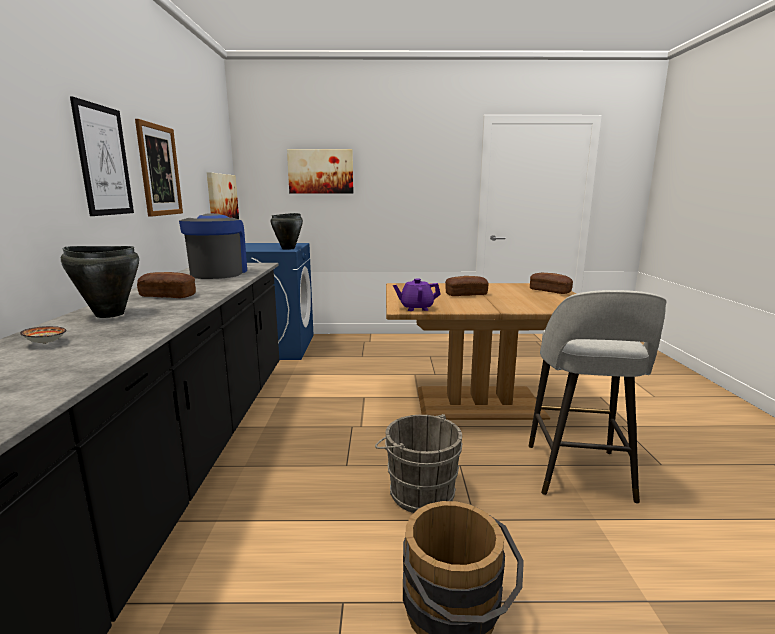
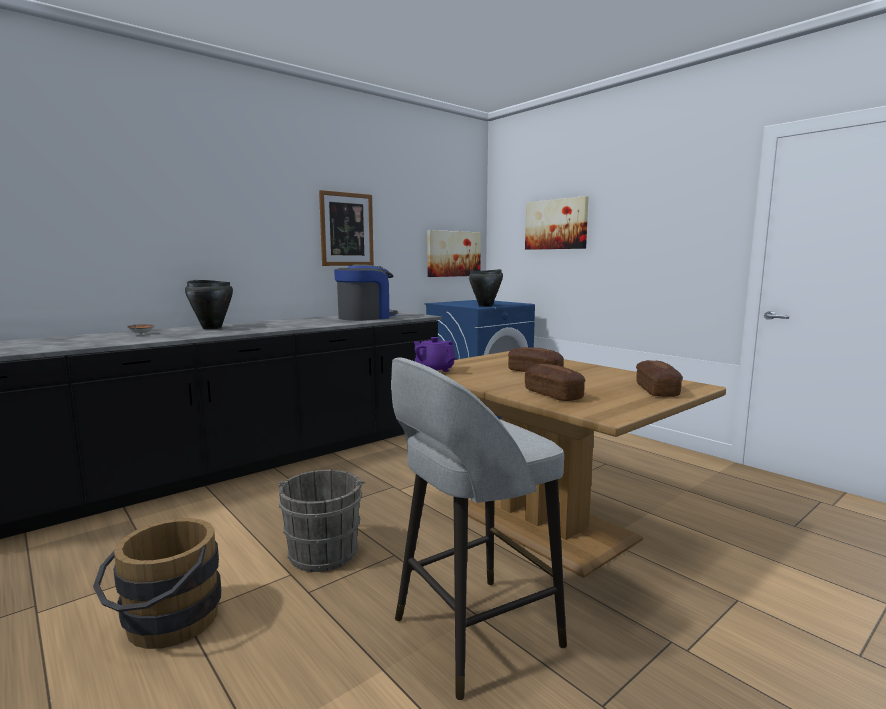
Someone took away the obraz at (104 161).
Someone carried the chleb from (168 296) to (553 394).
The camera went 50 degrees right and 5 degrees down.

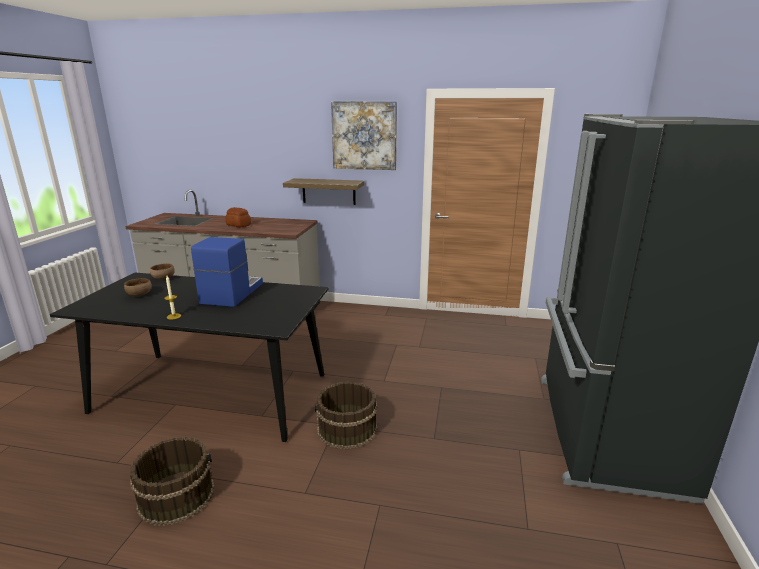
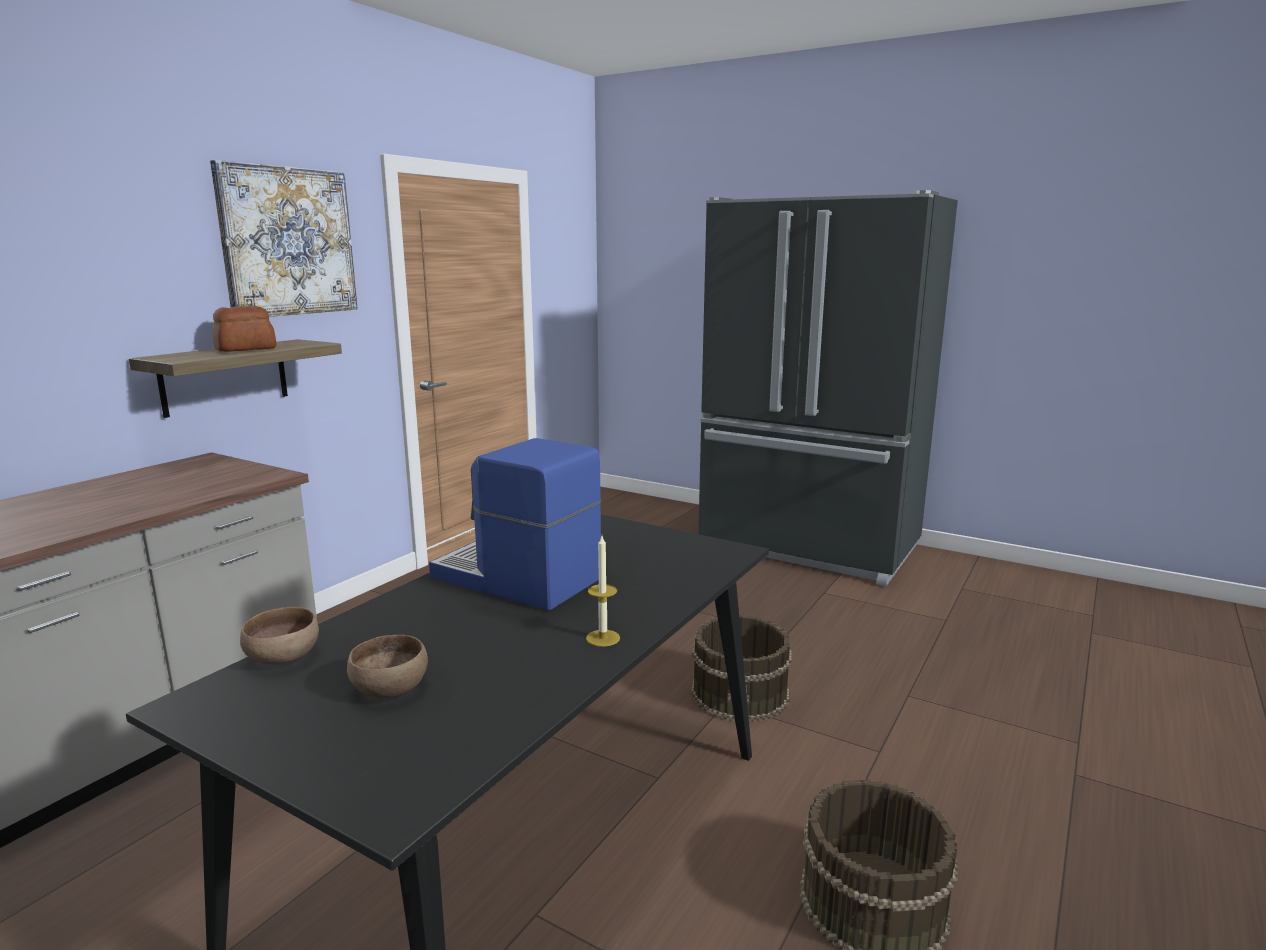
Someone carried the chleb from (238 225) to (245 349).
The camera went 70 degrees left and 5 degrees down.

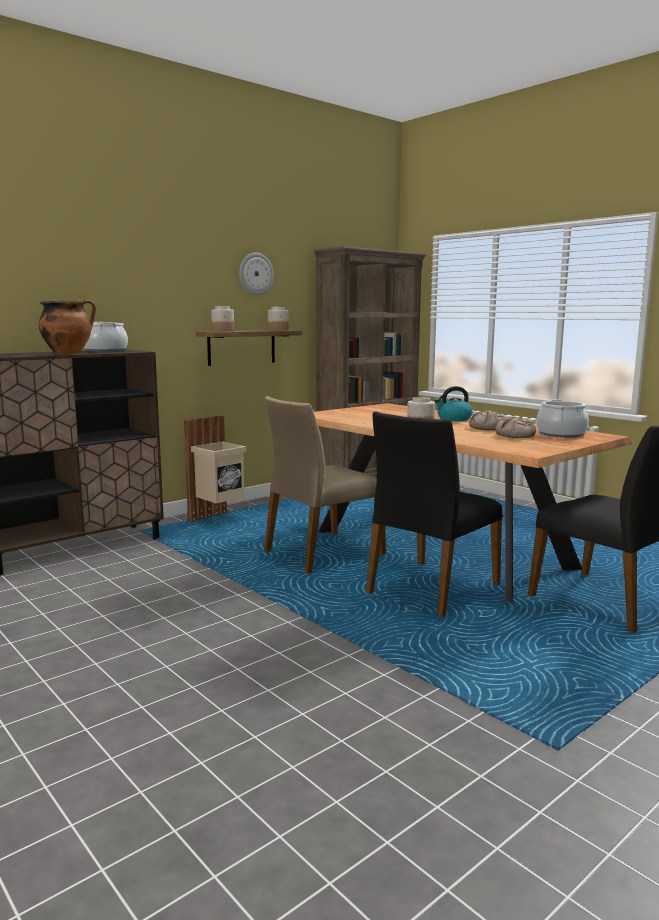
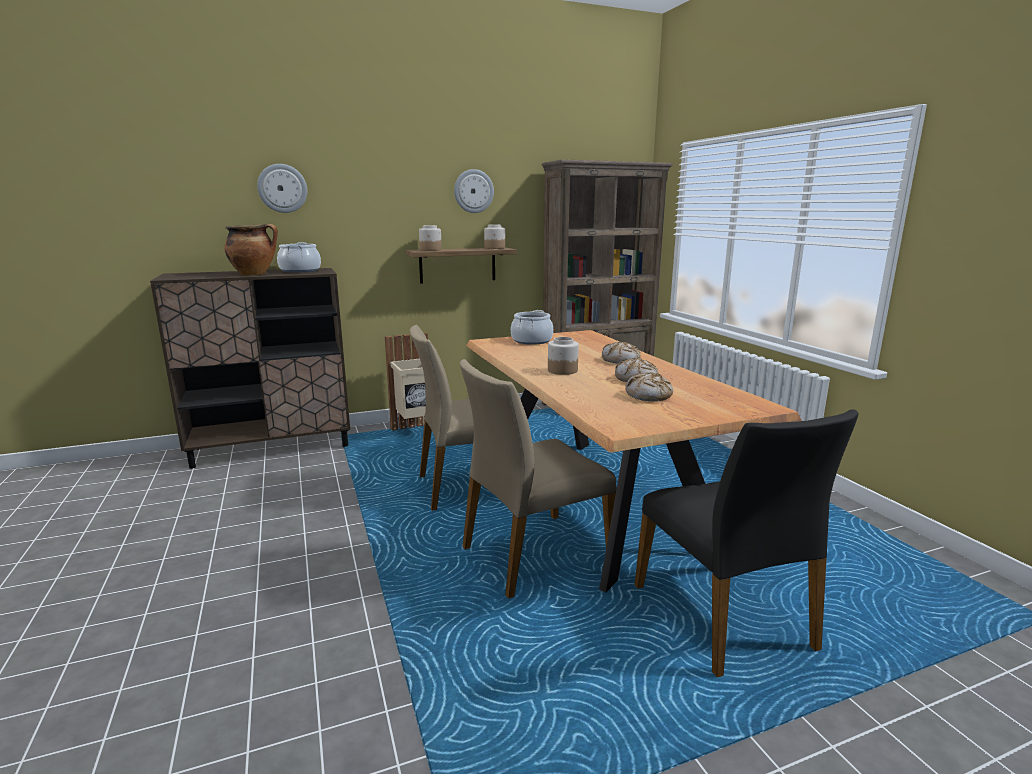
Someone repainted the krzesło (czarny) at (430 589), which became the krzesło (beżowy) at (534 555).
Someone swapped the czajnik at (453 419) for the chleb at (621 360).
Someone carried the garnek from (561 434) to (531 341).
Someone put up the zegar ścienny at (282 188).
The camera went 20 degrees right and 5 degrees up.

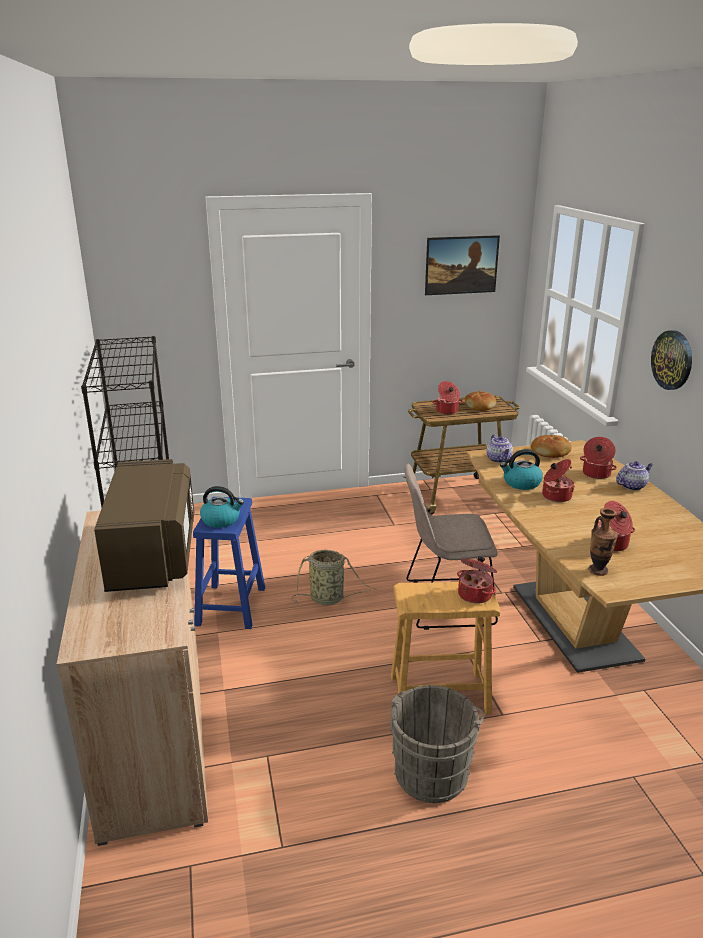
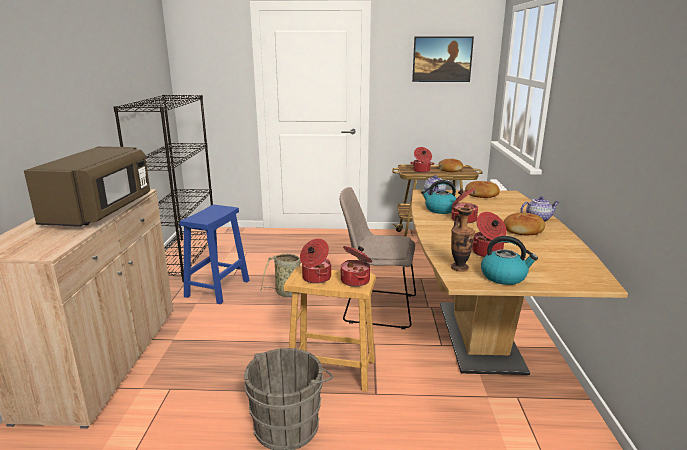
Someone carried the czajnik from (221 520) to (504 276).
Someone carried the garnek from (595 474) to (315 278).
Someone took away the zegar ścienny at (672 360).
Someone put down the chleb at (523 230).
The camera went 15 degrees right and 5 degrees down.

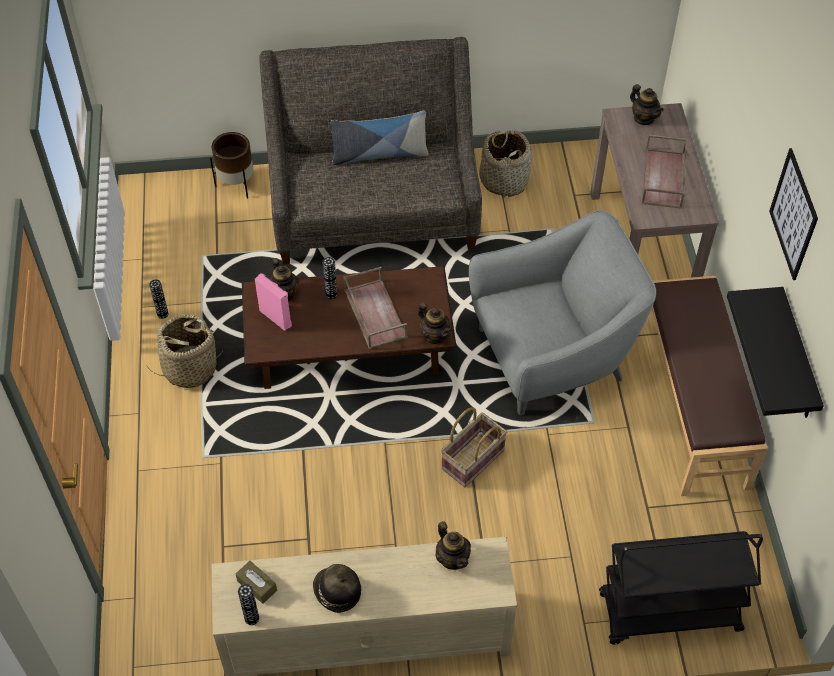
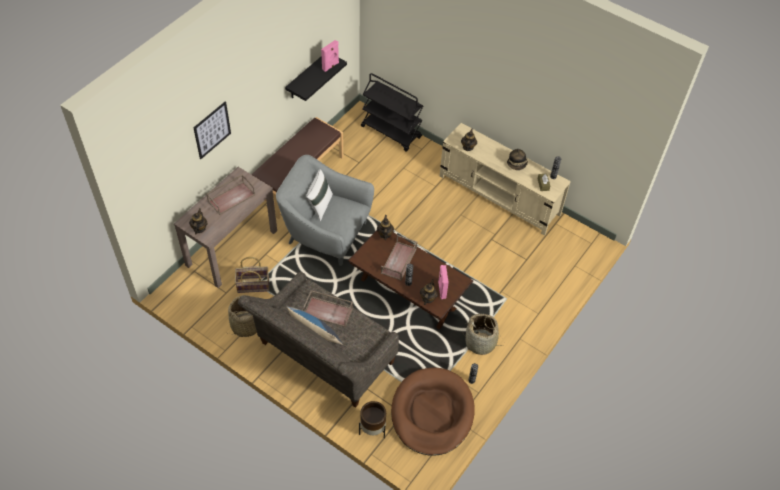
Someone carried the koszyk from (473 460) to (253 284).
Someone carried the obraz from (793 214) to (212 130).
Someone put down the taca (brązowy) at (328 311).
Someone put down the poduszka (biały) at (320 206).
Someone put down the głośnik (różowy) at (331 66).
Someone put down the legowisko (brązowy) at (432 413).
The camera went 140 degrees left and 0 degrees up.

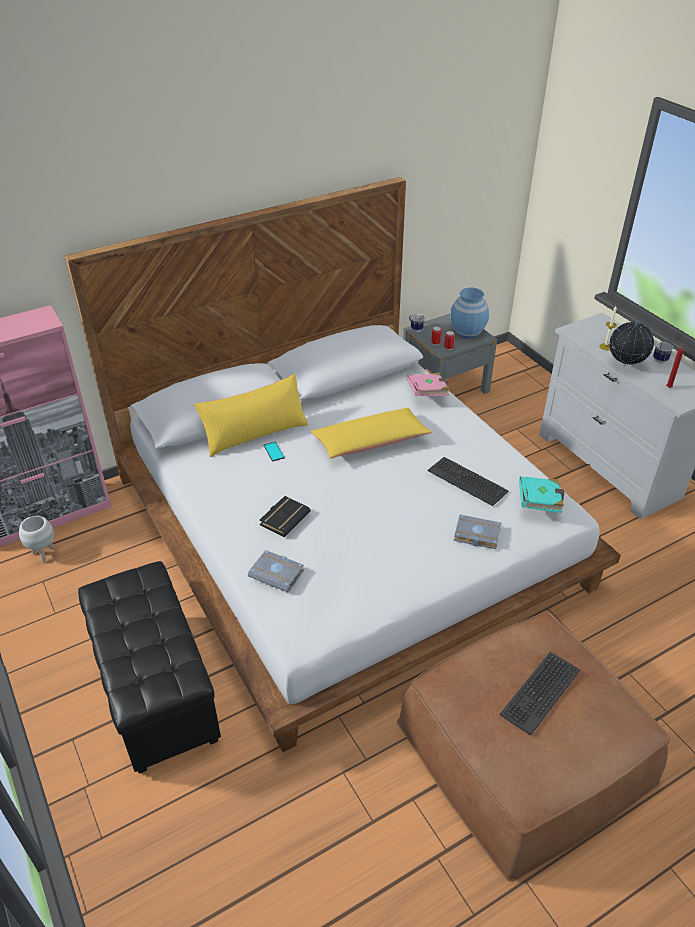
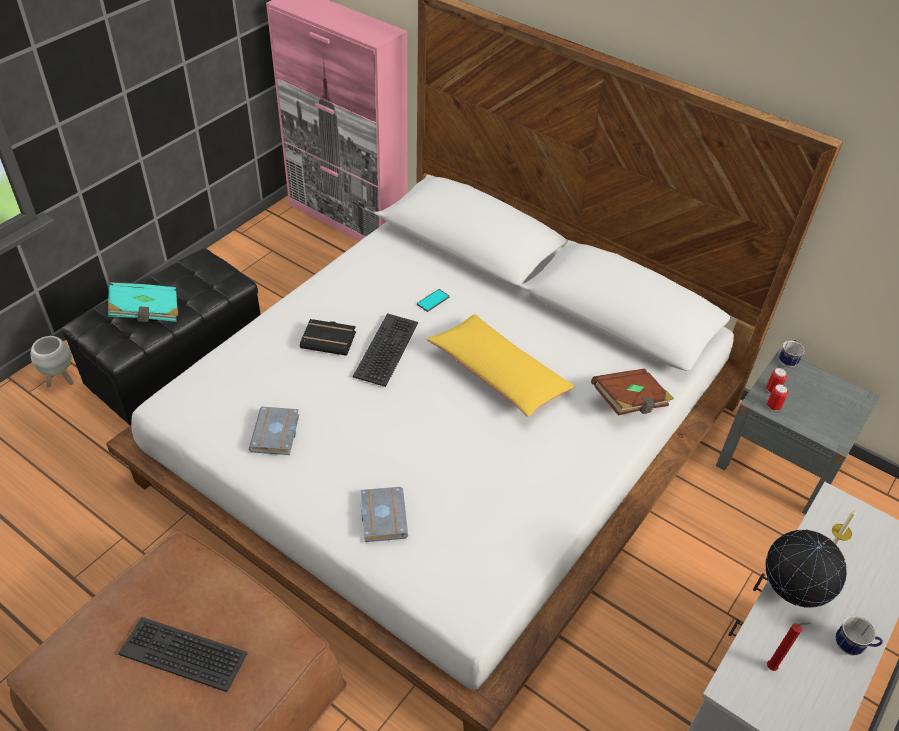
Someone carried the donica (biały) from (44 554) to (61 380).
Someone took away the poduszka (żółty) at (255 433).
Someone carried the książka (szary) from (278 573) to (277 435).
Someone repainted the książka (różowy) at (428 393), which became the książka (brązowy) at (630 402).
Someone carried the klawiatura from (467 481) to (387 350).
Someone took away the wazon (niebieski) at (467 331).
Someone carried the książka (turkusowy) from (539 503) to (146 312).
The camera went 65 degrees right and 5 degrees up.

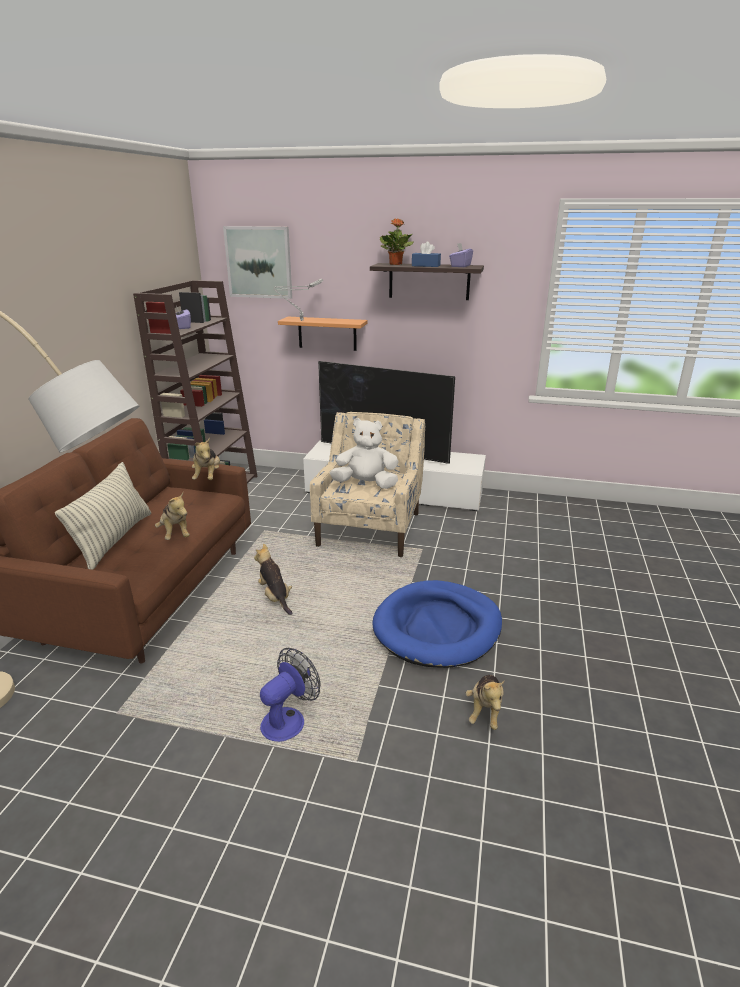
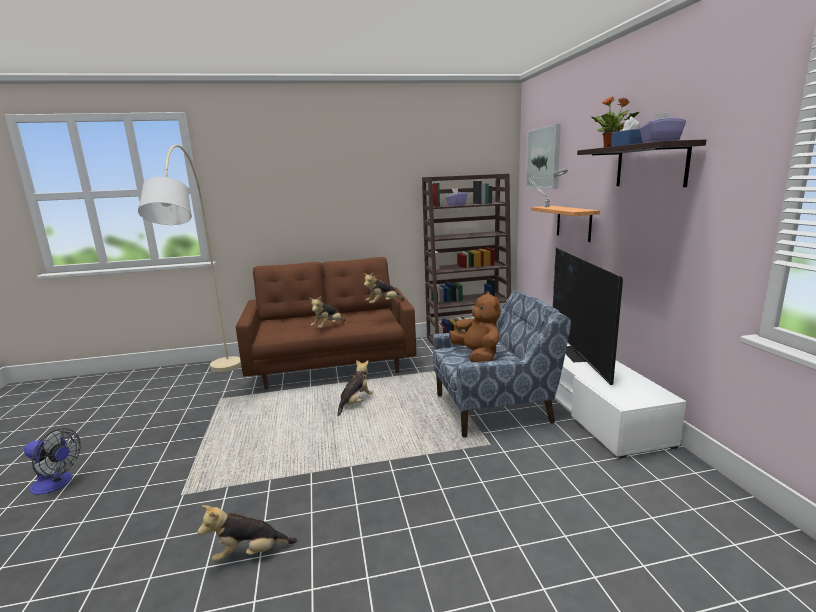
Someone took away the poduszka at (114 539).
Someone carried the wentylator from (288 719) to (57 484).
Someone repainted the fotel (beżowy) at (370 528), which became the fotel (niebieski) at (494 408).
Someone repainted the pluszak (biały) at (366 484), which became the pluszak (brązowy) at (477 357).
Someone took away the legowisko (niebieski) at (437 627).
The camera went 65 degrees right and 10 degrees down.

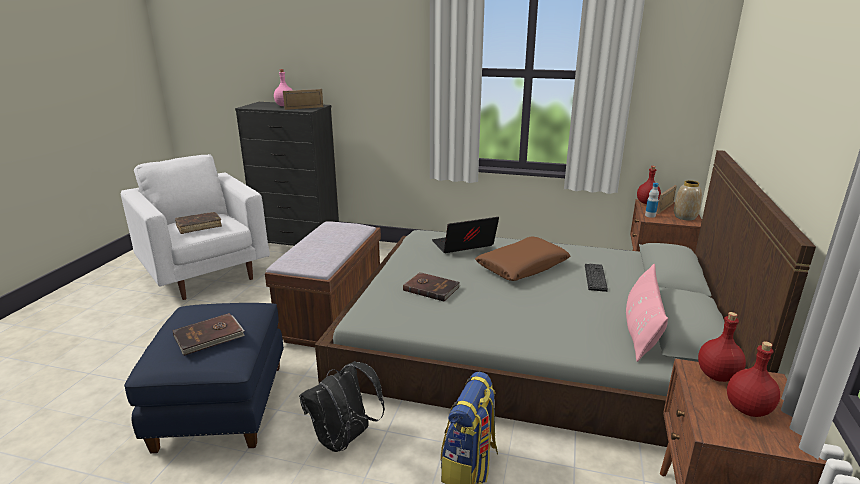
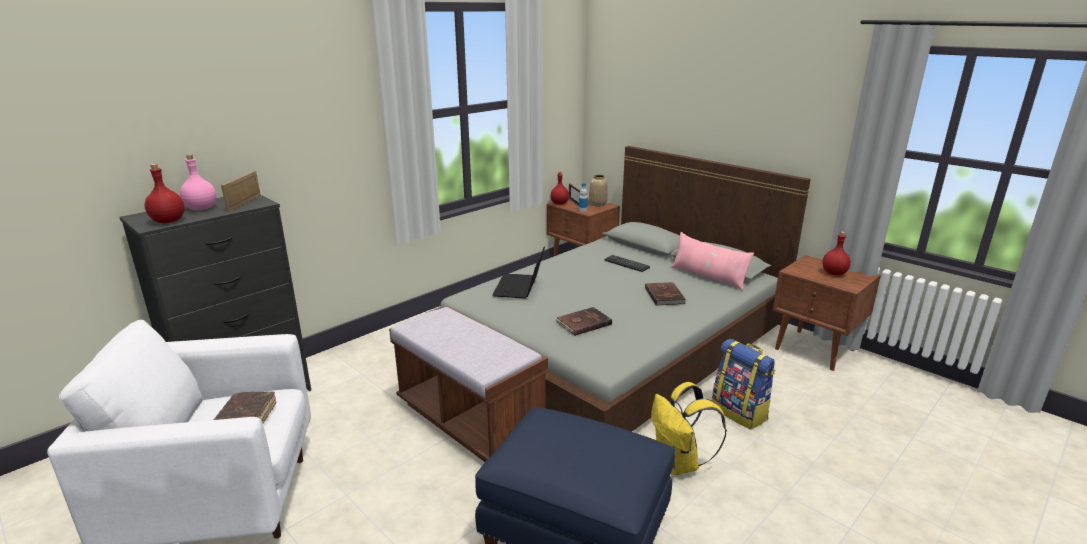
Someone carried the książka (brązowy) from (209 336) to (665 295).
Someone repainted the plecak (czarny) at (344 440), which became the plecak (żółty) at (679 463).
Someone took away the poduszka (brązowy) at (522 267).
Someone carried the butelka (czerwony) from (717 375) to (168 221).
The camera went 60 degrees left and 0 degrees up.

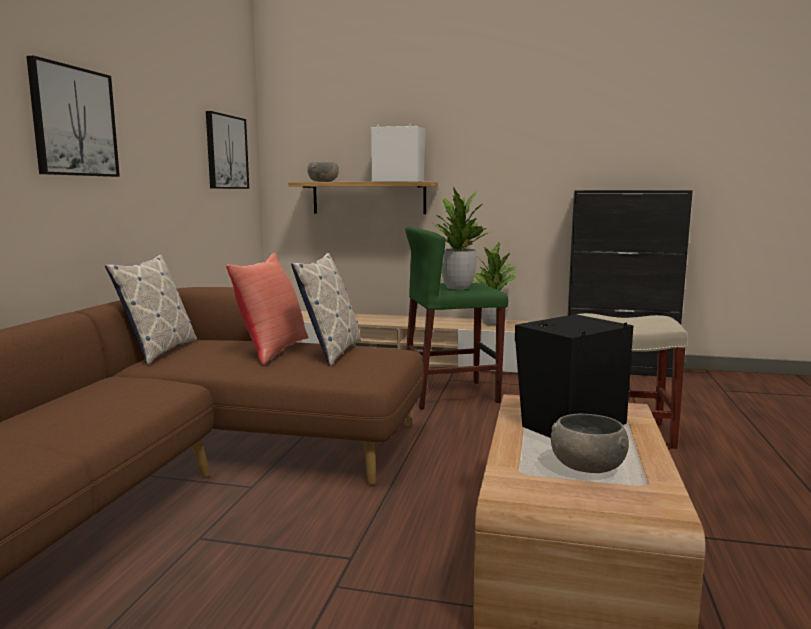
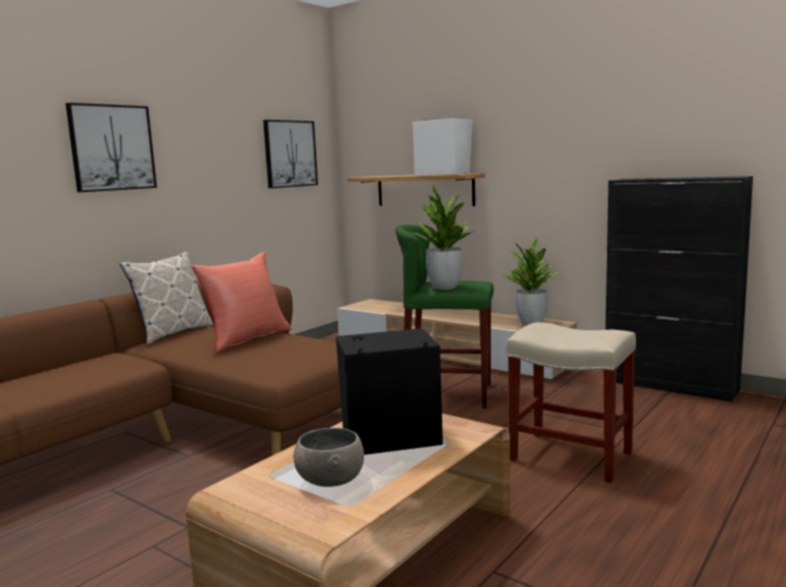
Someone took away the poduszka at (330 352).
Someone took away the miska (szary) at (323 181).
The camera went 25 degrees right and 0 degrees up.

